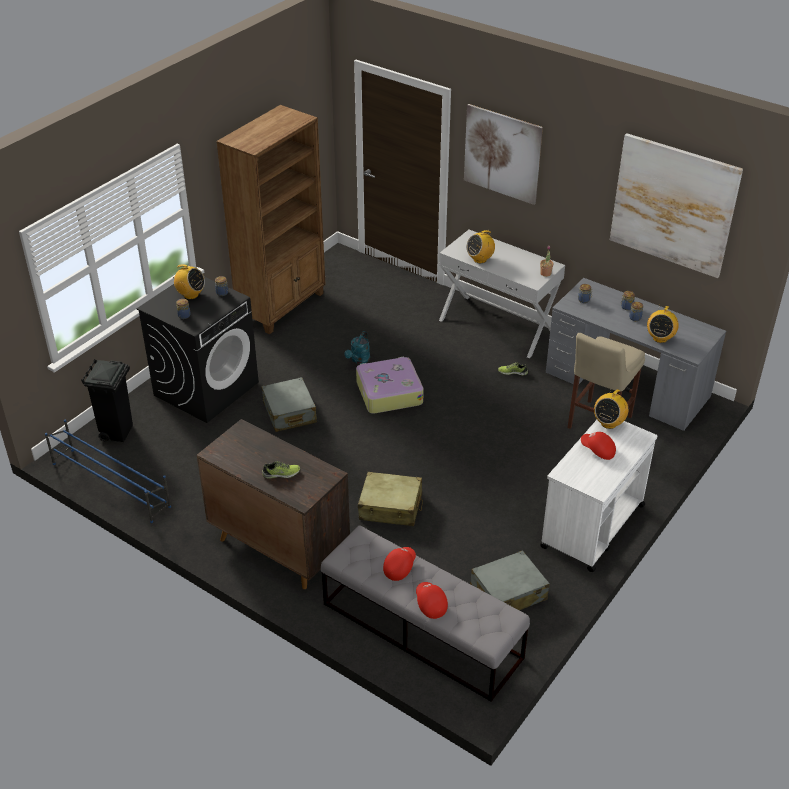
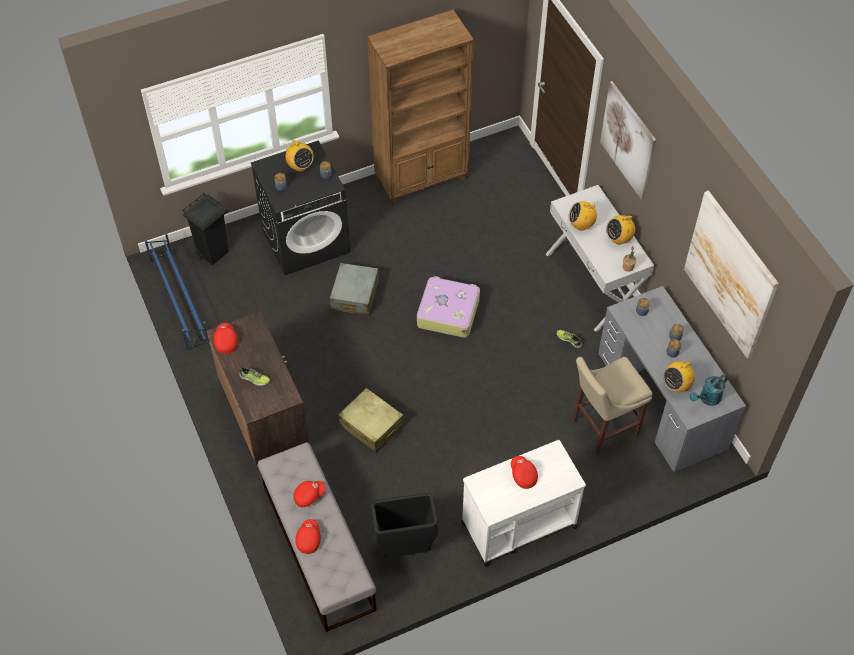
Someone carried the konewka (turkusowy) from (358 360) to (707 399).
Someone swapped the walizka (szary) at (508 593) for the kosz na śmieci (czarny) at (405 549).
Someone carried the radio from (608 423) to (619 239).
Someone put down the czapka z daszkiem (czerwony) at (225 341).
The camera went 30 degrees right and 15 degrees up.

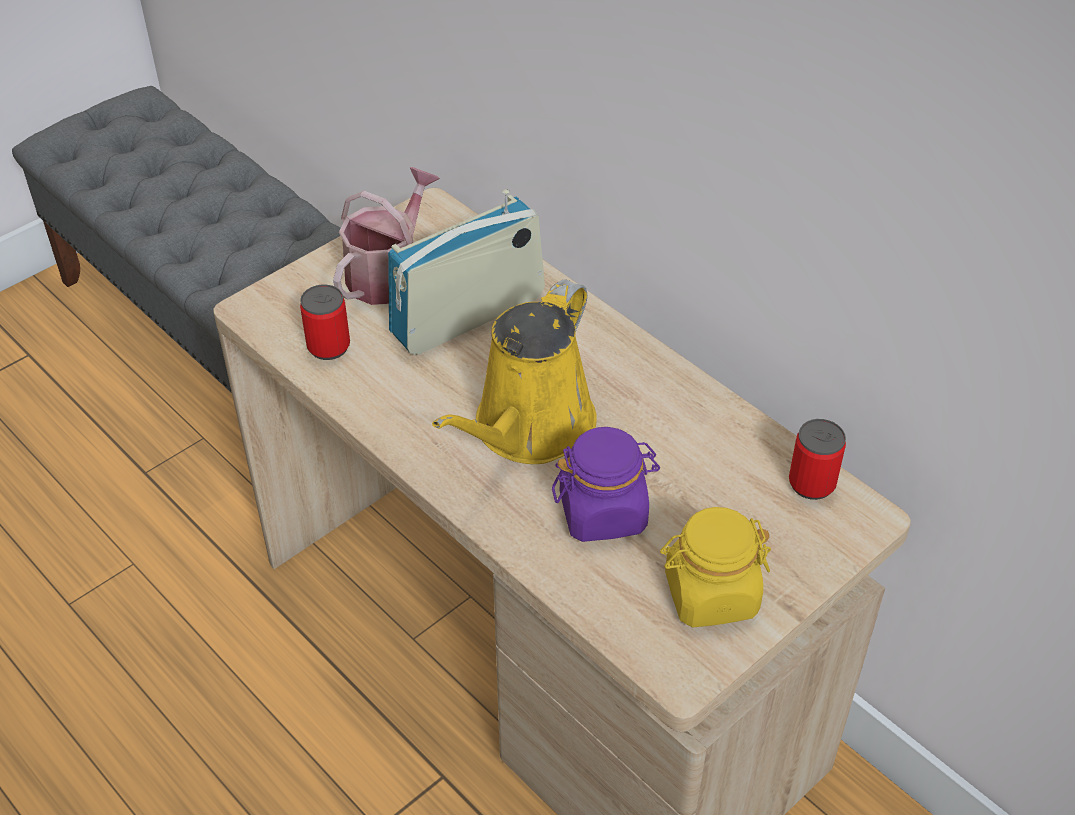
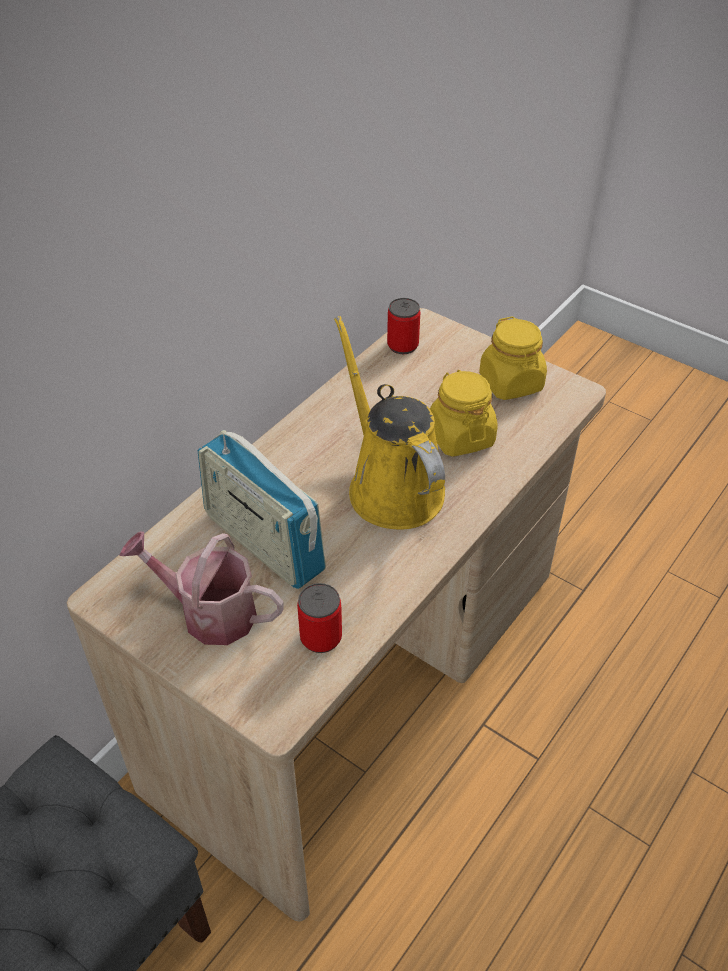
Someone rotated the konewka (żółty) at (528 429) by 135 degrees counterclockwise.
Someone repainted the słoik (fioletowy) at (603 512), which became the słoik (żółty) at (460 436).
The camera went 100 degrees left and 0 degrees up.

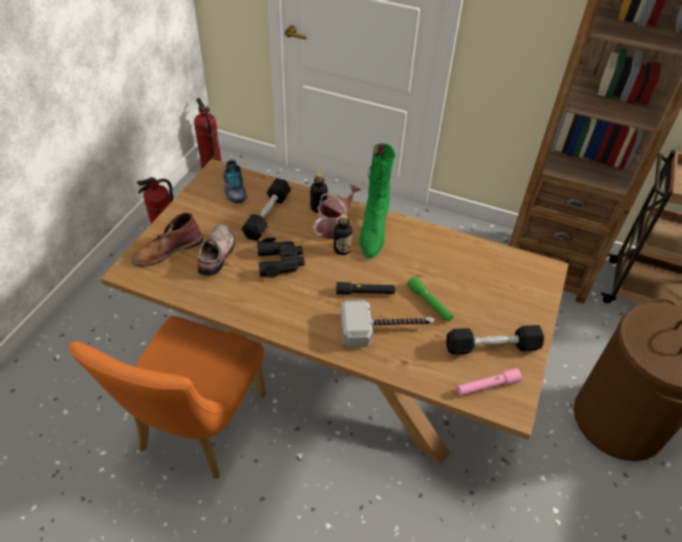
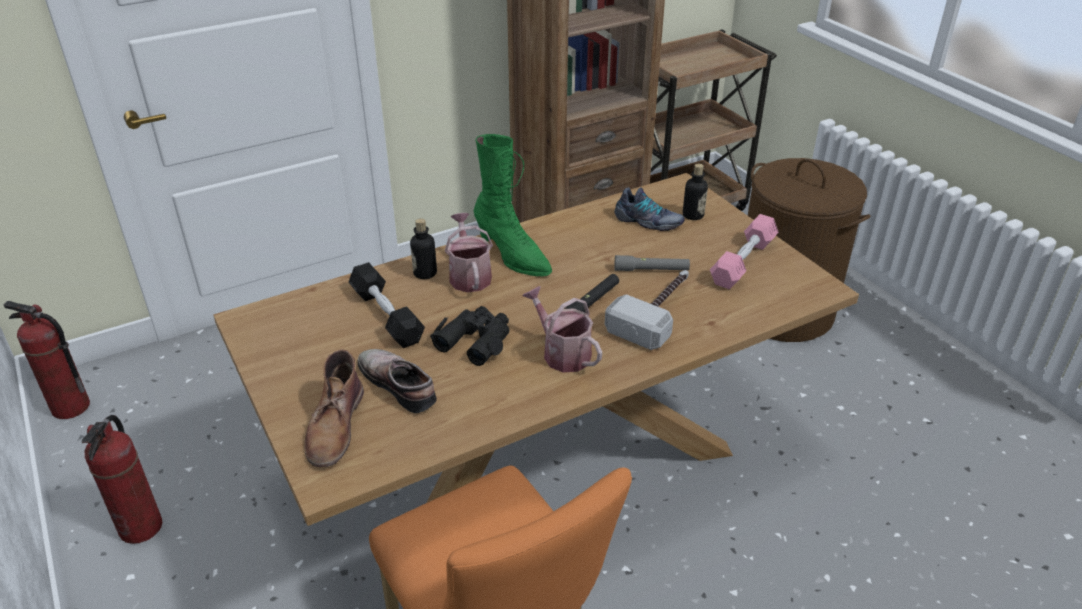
Someone carried the but from (234 190) to (648 222).
Someone carried the butelka from (342 249) to (693 215).
Someone repainted the latarka (zielony) at (429 303), which became the latarka (szary) at (651 270).
Someone repainted the hantel (czarny) at (492 347), which became the hantel (różowy) at (743 262).
Someone took away the latarka (różowy) at (487 386).
Someone put down the konewka at (562 353).
The camera went 50 degrees left and 10 degrees down.

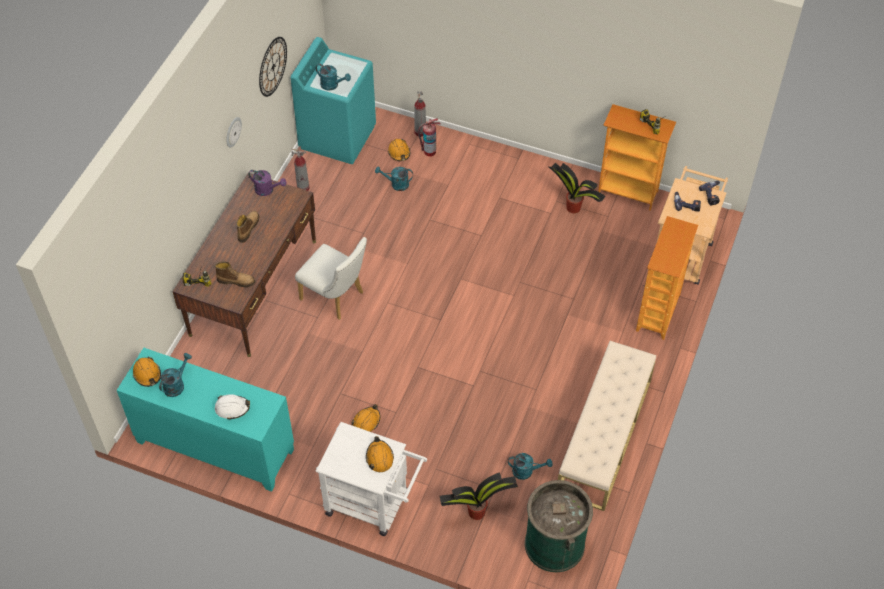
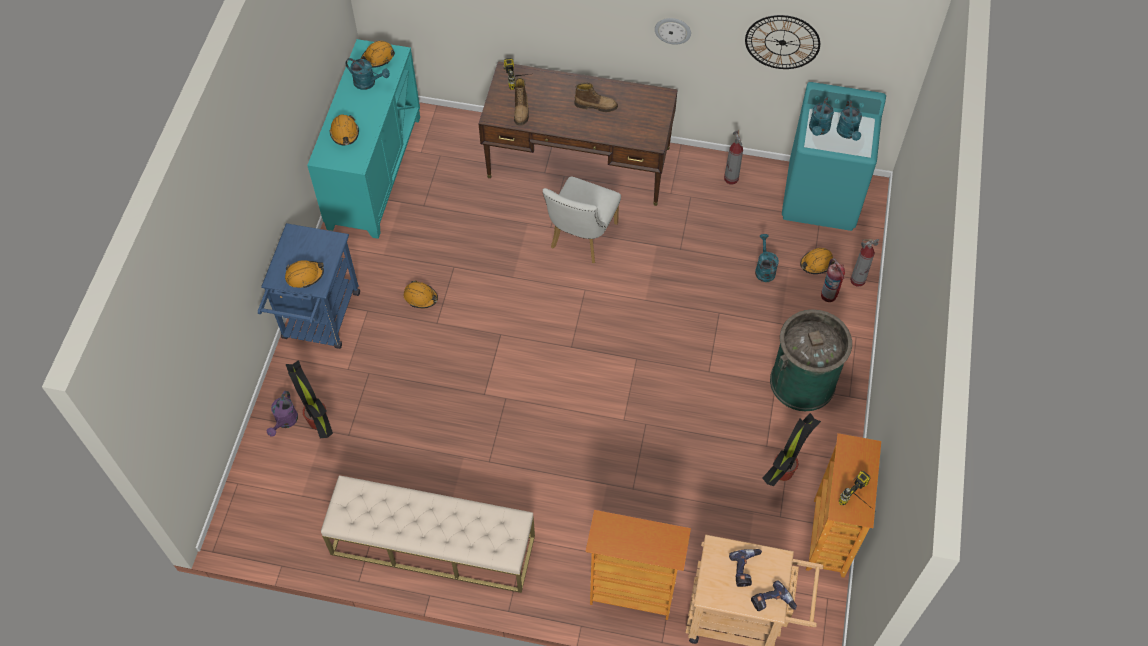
Someone repainted the kask (biały) at (232 408), which became the kask (pomarańczowy) at (344 133).
Someone carried the konewka (fioletowy) from (267 190) to (285 422).
Someone repainted the wózek (biały) at (373 504), which became the wózek (niebieski) at (319 322).
Someone carried the konewka (turkusowy) from (526 471) to (848 133).
Someone carried the kosz na śmieci (zielony) from (554 544) to (802 382).
The camera went 80 degrees right and 5 degrees up.

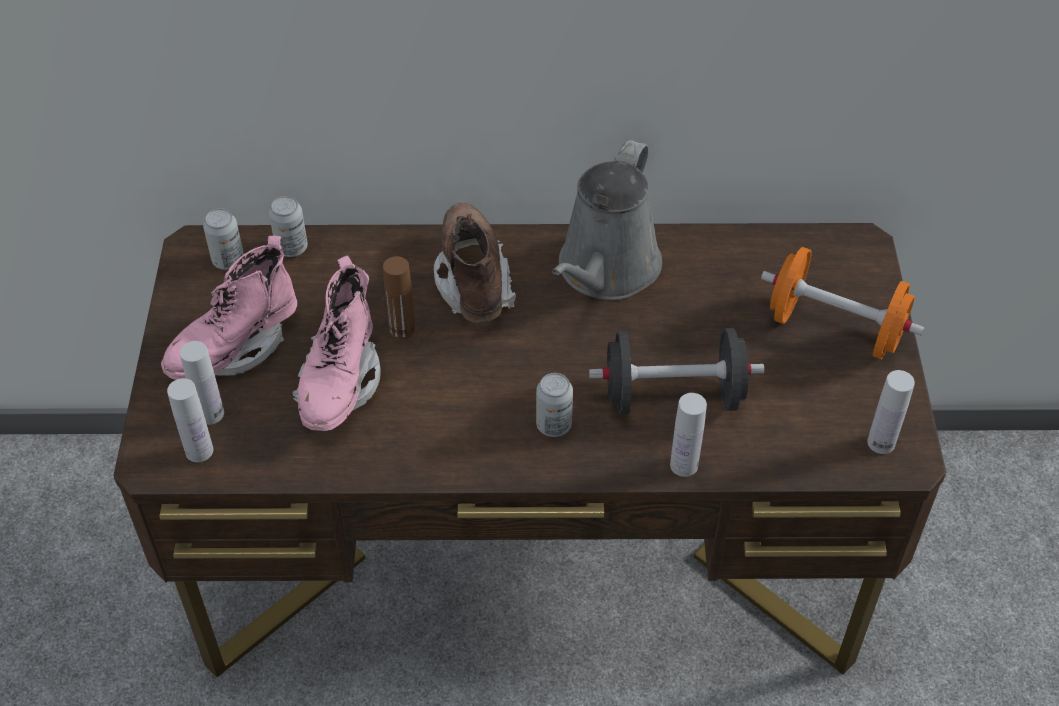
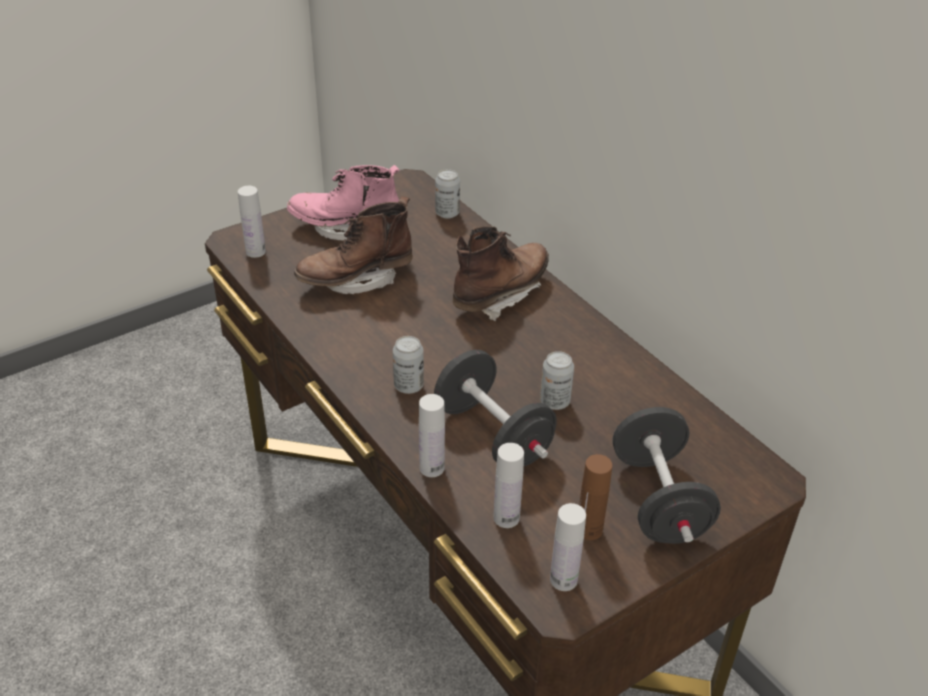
Someone carried the butelka (biały) from (210 413) to (506 518).
Someone carried the puszka from (228 260) to (555 401).
Someone repainted the but z cholewką (różowy) at (339 383), which became the but z cholewką (brązowy) at (356 279).
Someone carried the butelka (brązowy) from (402 329) to (589 529).
Someone took away the konewka (szary) at (605 271).
Someone repainted the hantel (pomarańczowy) at (835 328), which became the hantel (czarny) at (658 500).
The camera went 55 degrees right and 10 degrees down.

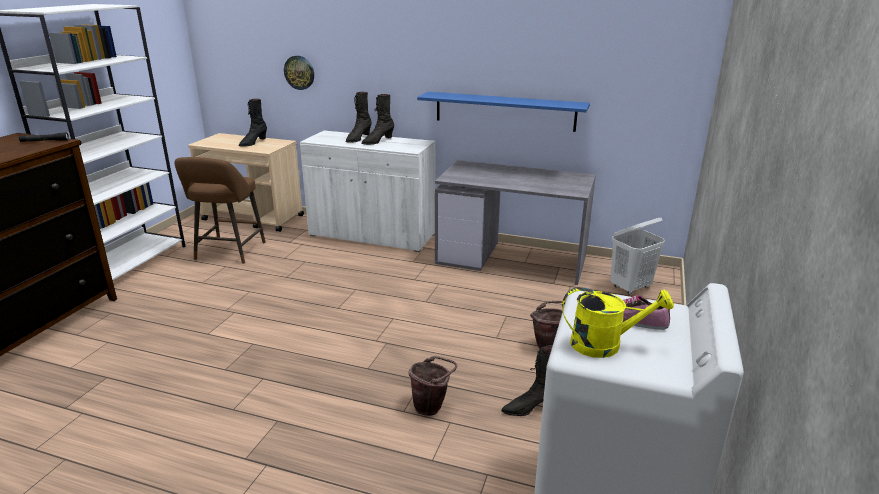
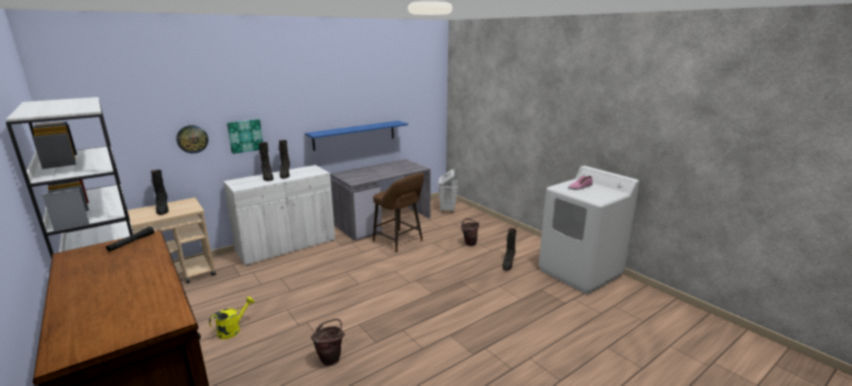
Someone carried the stołek (brązowy) from (228 253) to (399 242).
Someone carried the wiadro (brązowy) from (431 407) to (331 358).
Someone carried the konewka (żółty) from (605 344) to (233 330).
Someone put up the obraz at (245 136).
The camera went 55 degrees left and 5 degrees down.

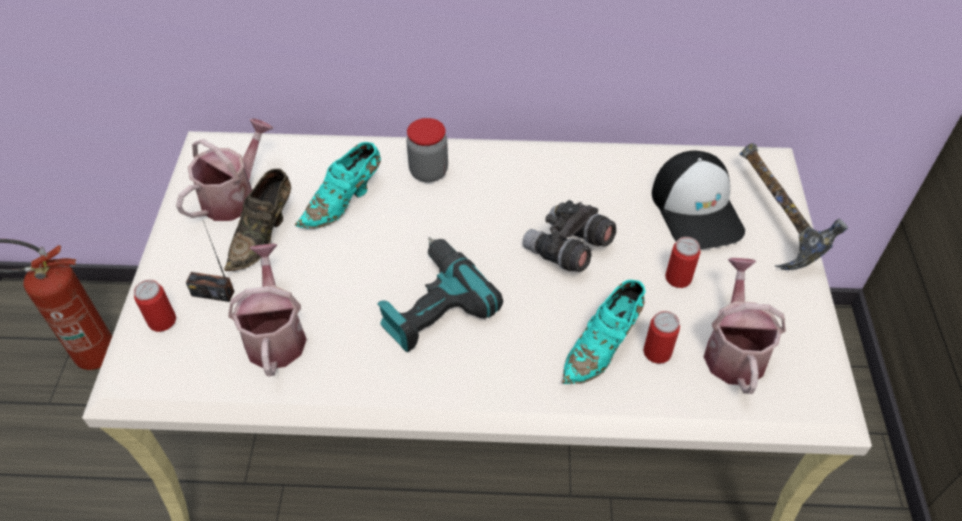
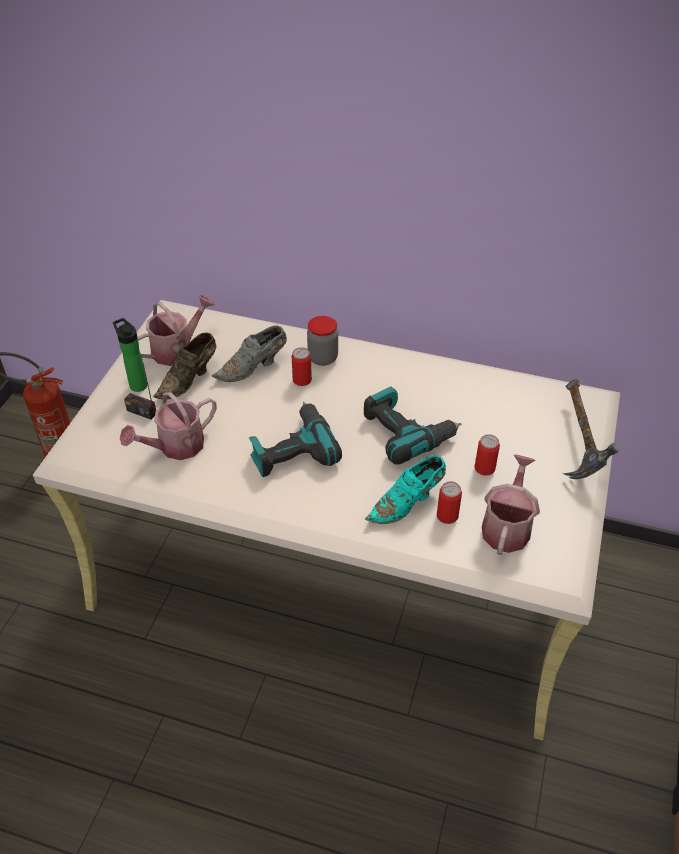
Someone carried the puszka from (162 321) to (302 380).
Someone rotated the konewka at (275 334) by 135 degrees counterclockwise.
Someone repainted the but (turkusowy) at (344 202), which became the but (szary) at (254 368).
Someone swapped the lornetka (szary) at (567 250) for the wiertarka at (406 432).
Someone took away the czapka z daszkiem at (697 209).
Someone put down the butelka at (137 384).
The camera went 15 degrees right and 5 degrees down.

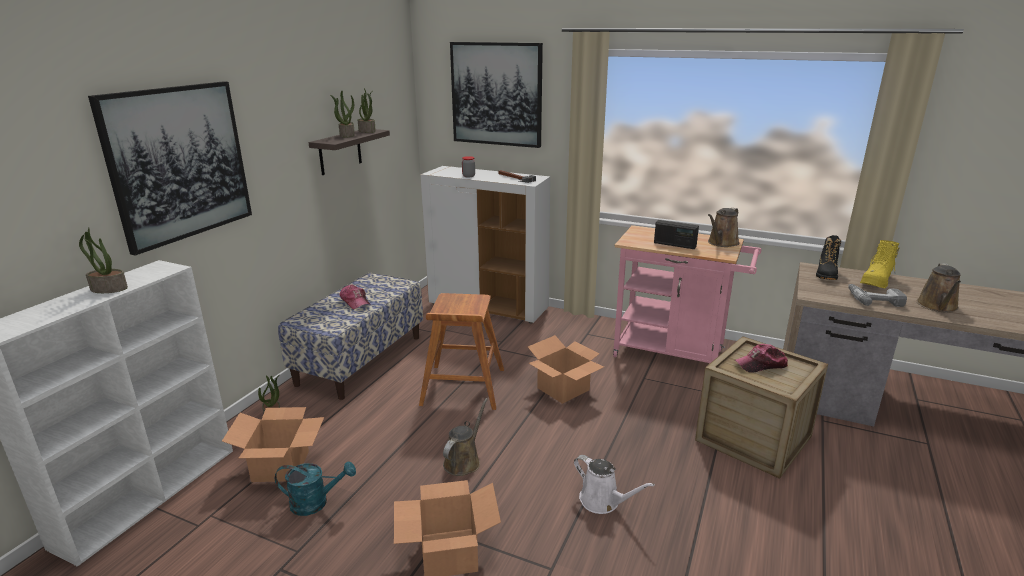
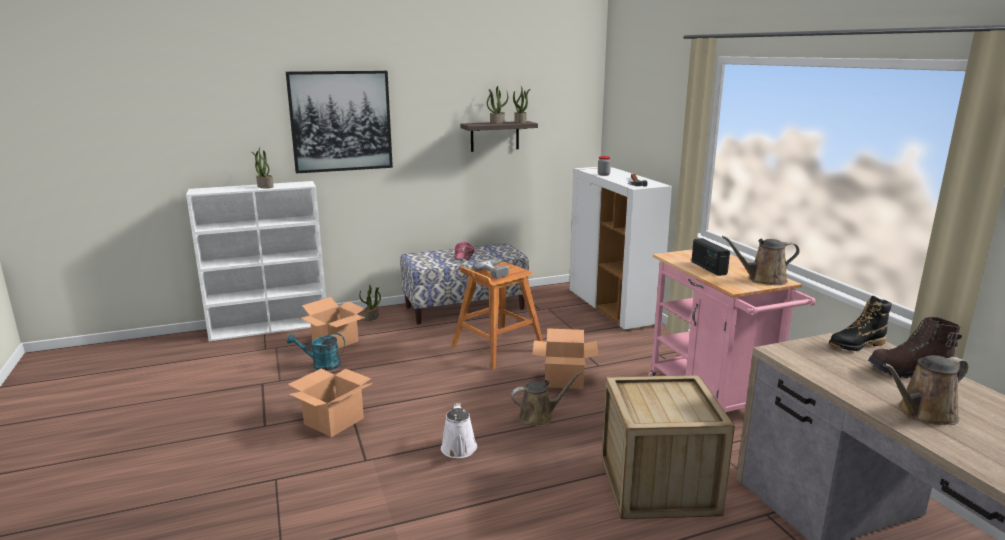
Someone rotated the konewka (turkusowy) at (316 502) by 135 degrees clockwise.
Someone carried the konewka (brązowy) from (464 461) to (539 416).
Someone took away the obraz at (496 94).
Someone took away the czapka z daszkiem at (761 365).
Someone carried the wiertarka from (873 299) to (496 271).
Someone repainted the but z cholewką (żółty) at (876 281), which became the but z cholewką (brązowy) at (909 370).
The camera went 45 degrees right and 5 degrees down.

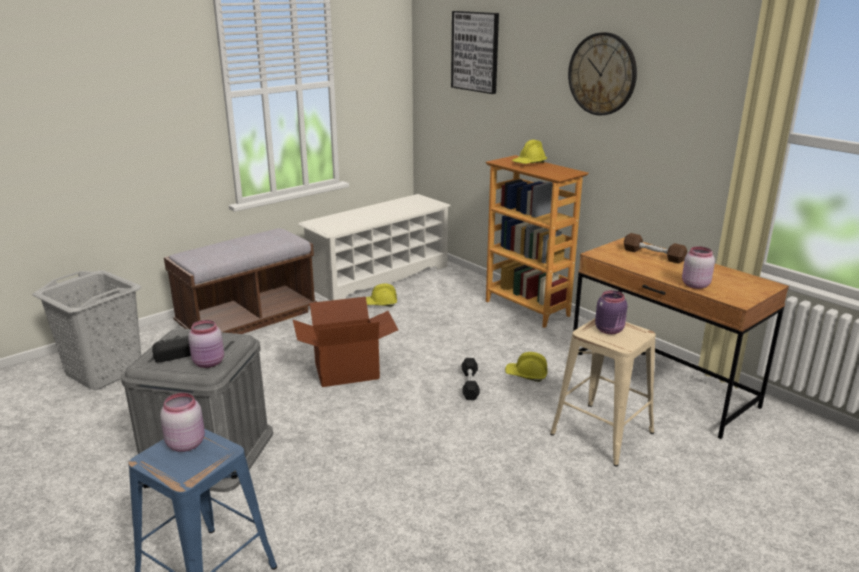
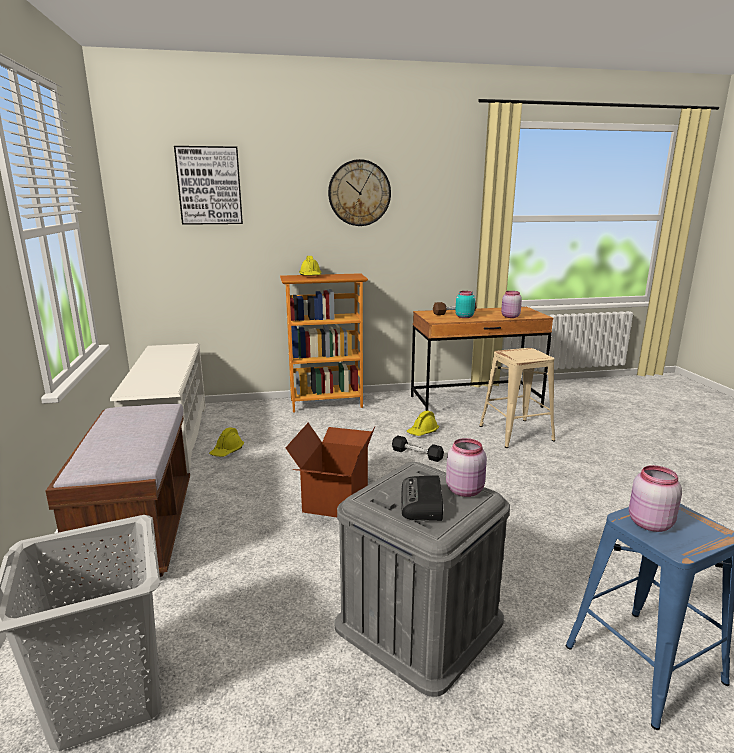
Someone took away the słoik (fioletowy) at (610 330).
Someone put down the słoik (turkusowy) at (464 316).
The camera went 60 degrees left and 5 degrees down.

